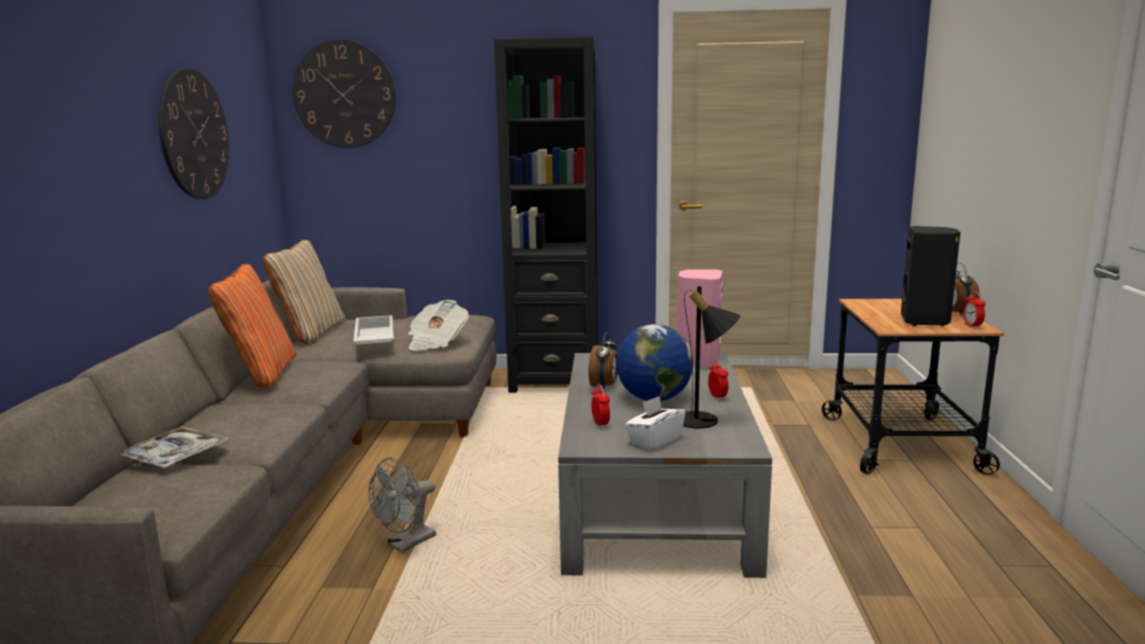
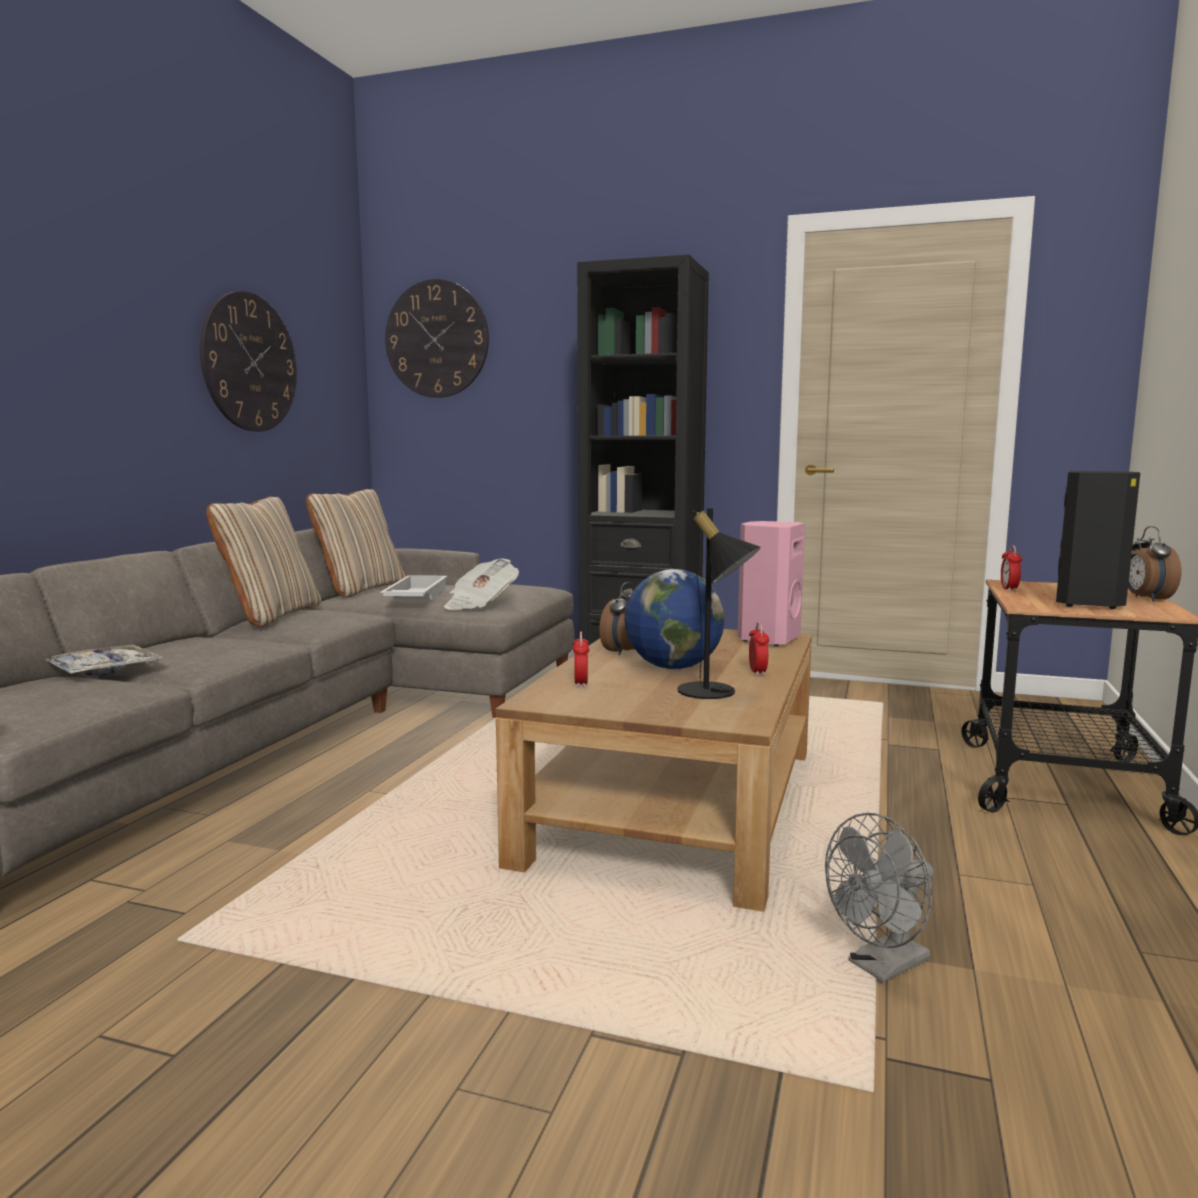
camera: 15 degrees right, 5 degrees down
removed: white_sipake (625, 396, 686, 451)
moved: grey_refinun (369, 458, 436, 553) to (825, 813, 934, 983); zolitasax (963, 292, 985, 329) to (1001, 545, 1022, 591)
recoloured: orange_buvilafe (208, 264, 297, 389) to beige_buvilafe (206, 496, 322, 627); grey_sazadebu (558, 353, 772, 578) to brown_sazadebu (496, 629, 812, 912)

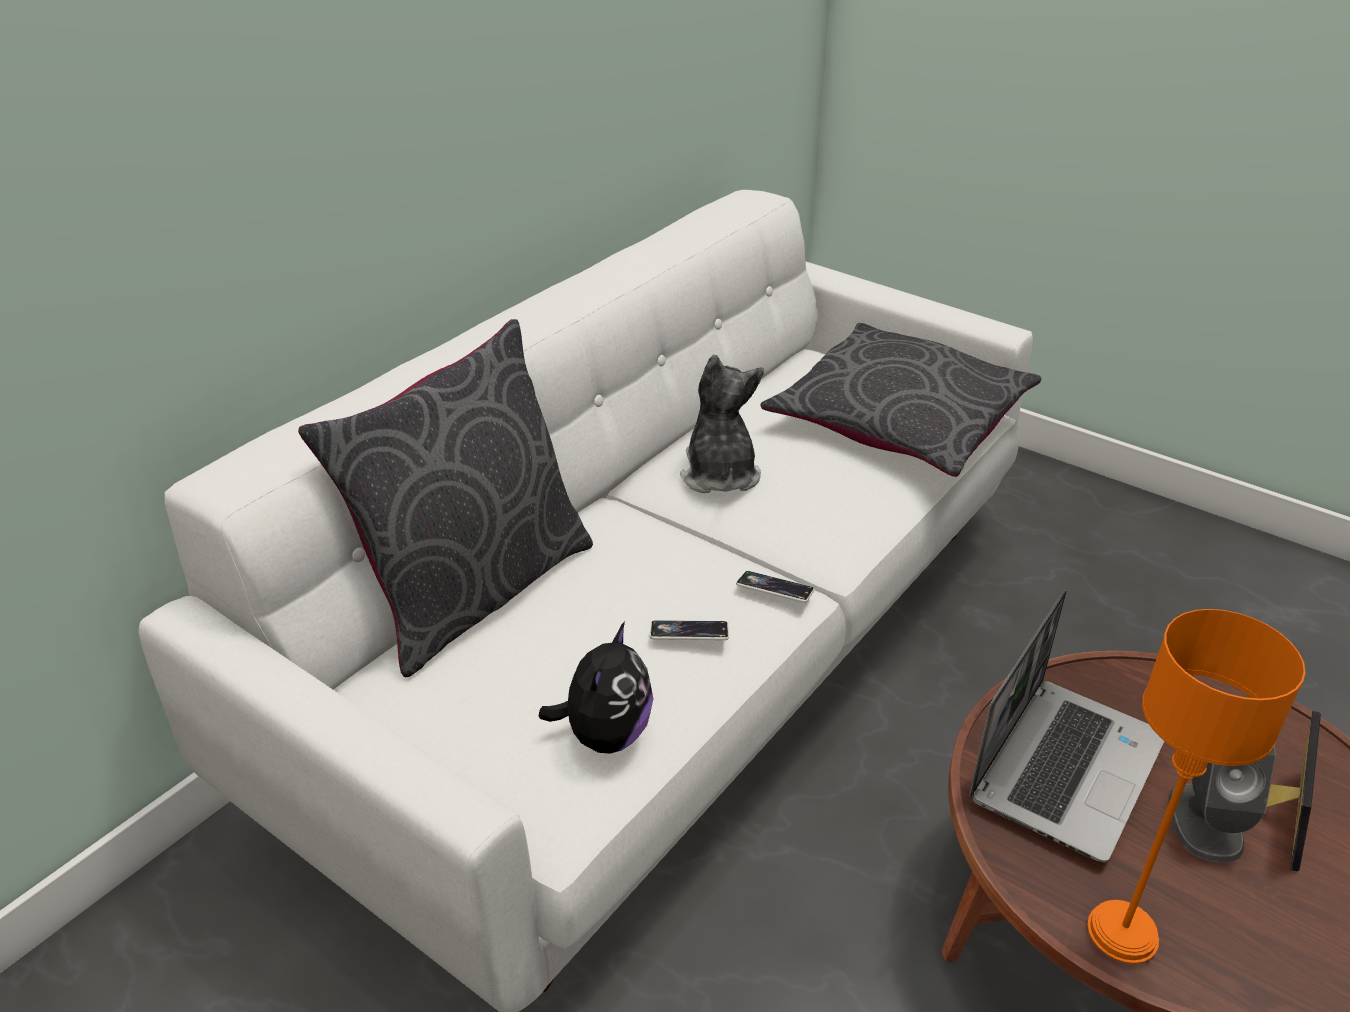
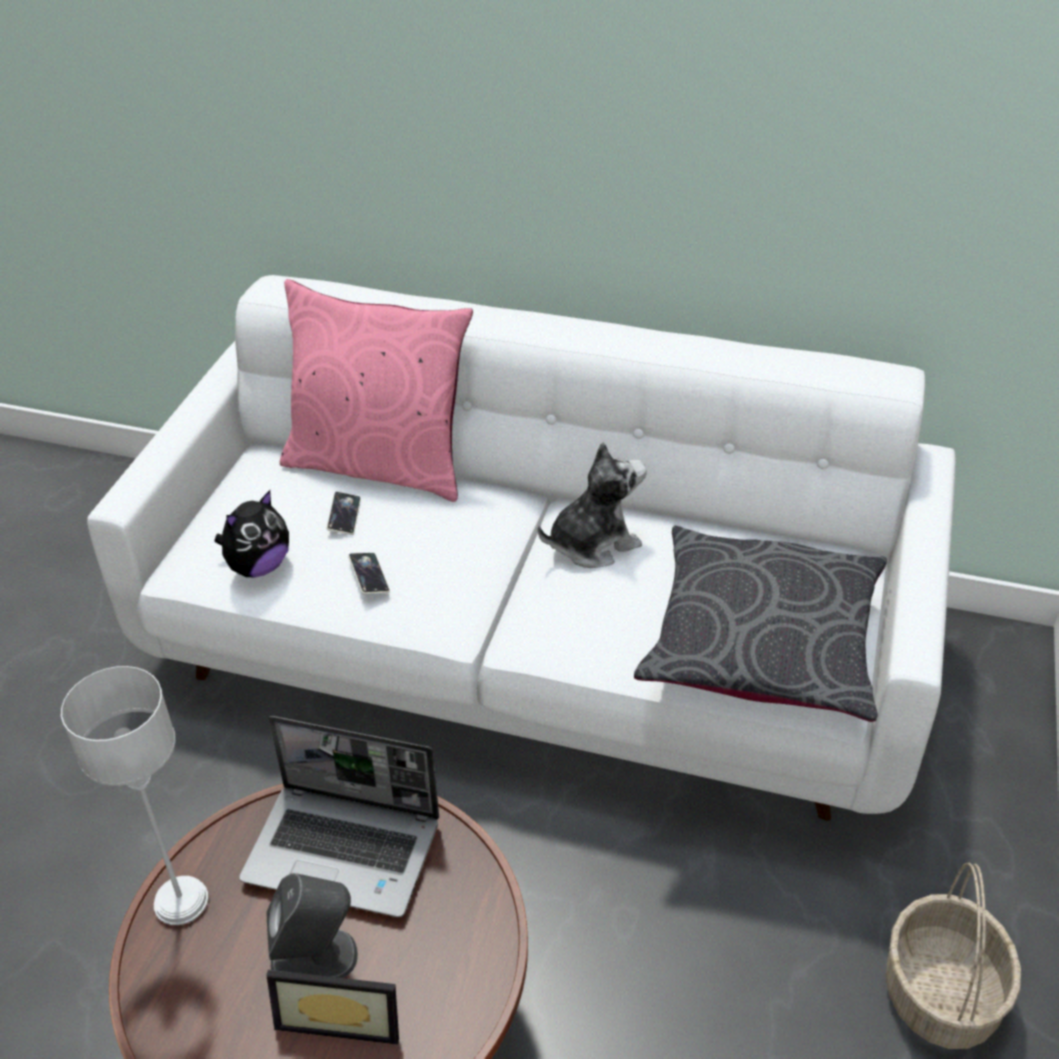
camera: 70 degrees right, 5 degrees up
added: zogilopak (886, 862, 1021, 1049)
moved: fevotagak (736, 571, 815, 603) to (327, 492, 361, 535)
recoloured: grey_buvilafe (298, 319, 593, 677) to pink_buvilafe (280, 279, 473, 502); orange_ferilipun (1087, 609, 1306, 964) to grey_ferilipun (61, 666, 208, 925)
turned: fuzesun (539, 621, 653, 754) = (214, 490, 289, 577) 45 degrees counterclockwise

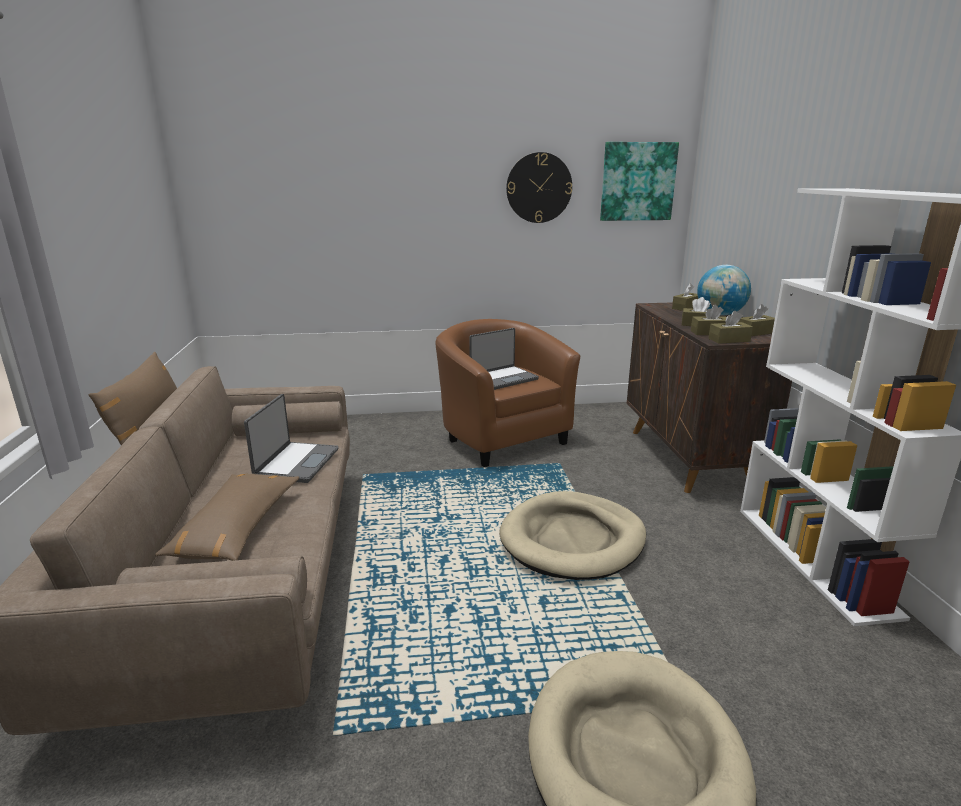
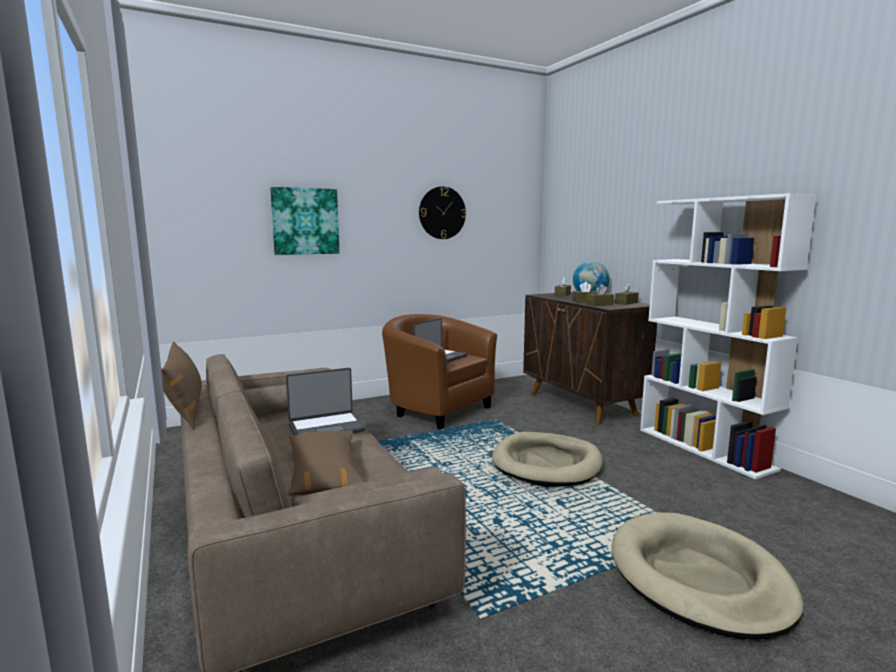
camera: 20 degrees left, 10 degrees down
removed: brown_sipake (708, 311, 753, 344)
moved: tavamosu (600, 142, 679, 221) to (270, 187, 340, 255)
turned: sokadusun (244, 394, 339, 483) = (286, 368, 366, 436) 75 degrees clockwise

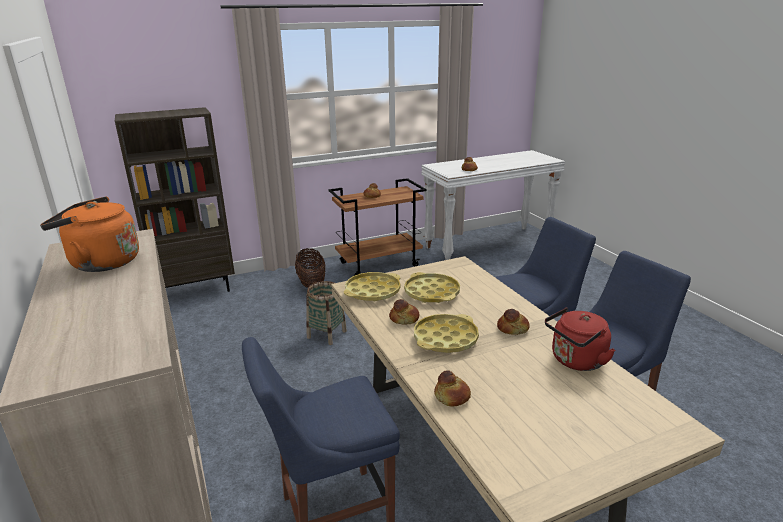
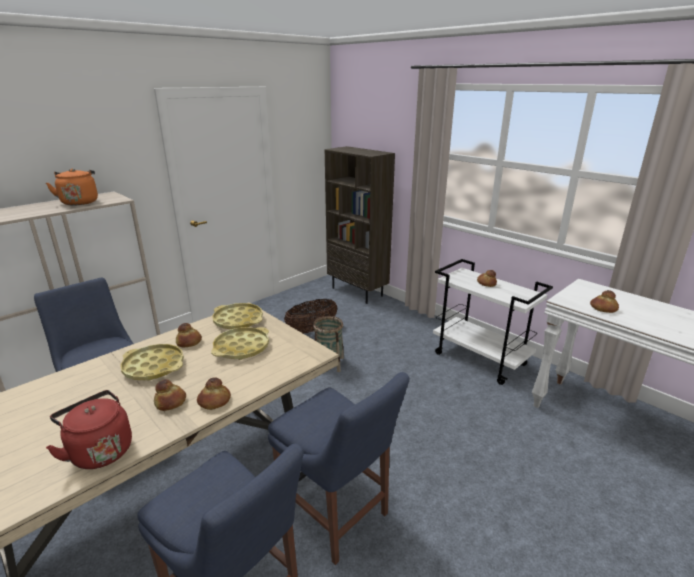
camera: 70 degrees right, 0 degrees up
moved: zogilopak (295, 248, 325, 288) to (284, 299, 337, 333); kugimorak (434, 370, 471, 407) to (197, 377, 231, 410)
recoloured: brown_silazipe (329, 178, 427, 276) to white_silazipe (433, 259, 553, 385)

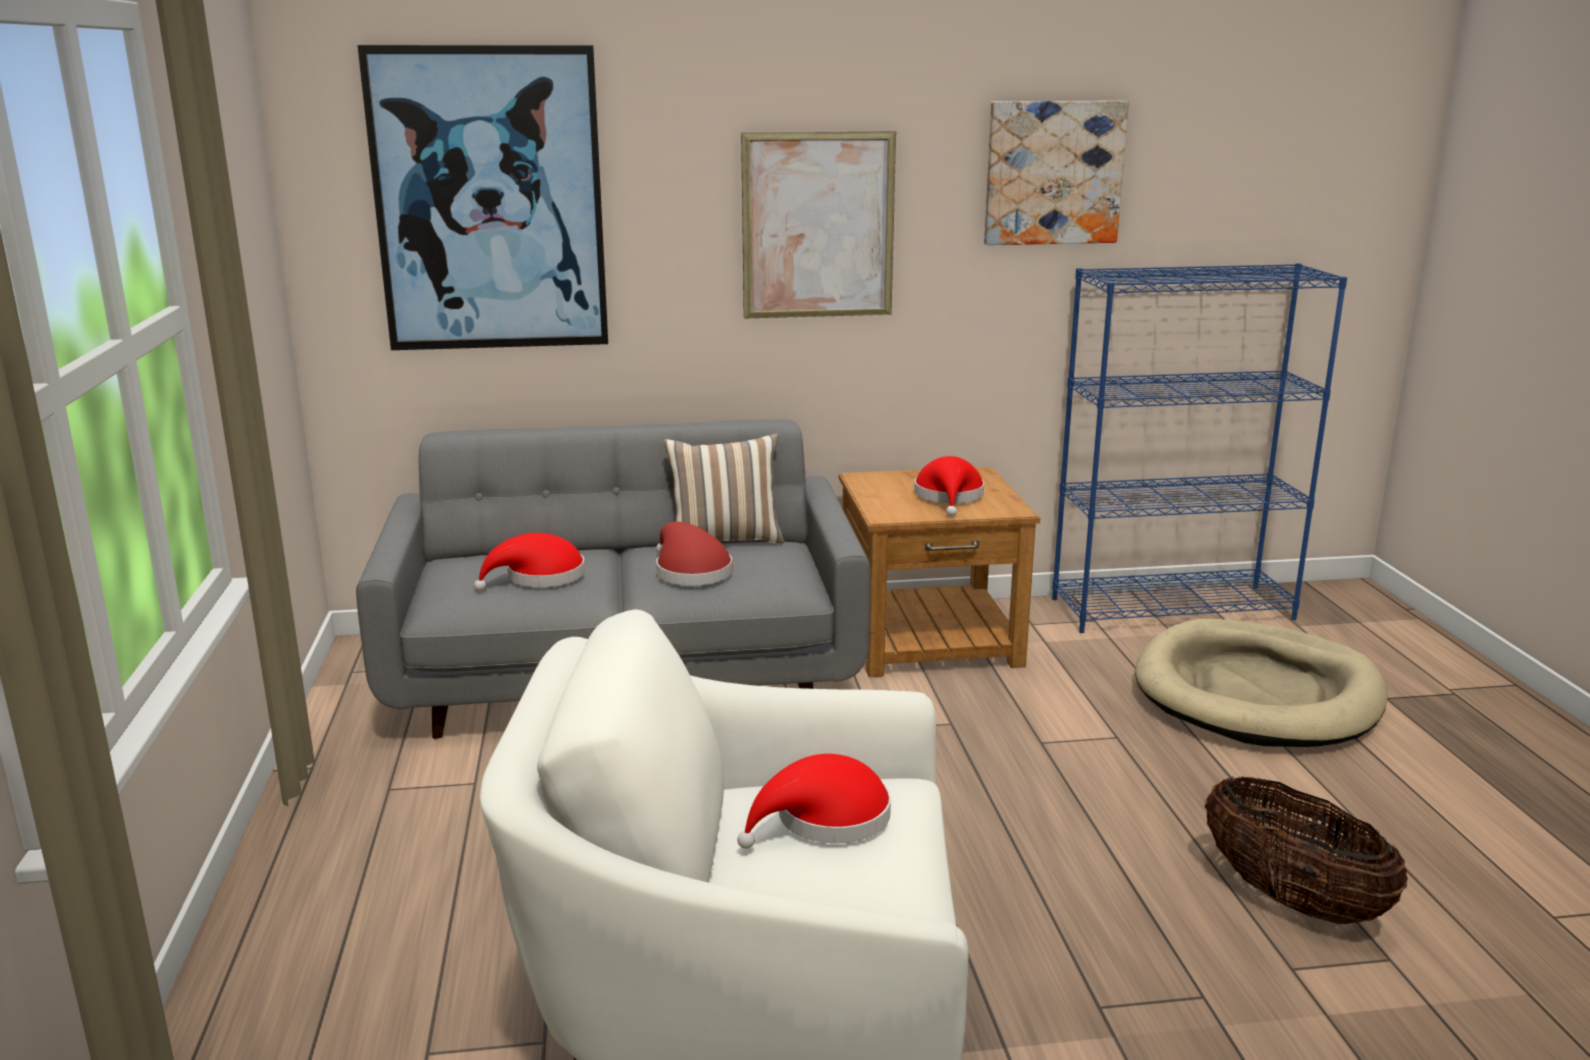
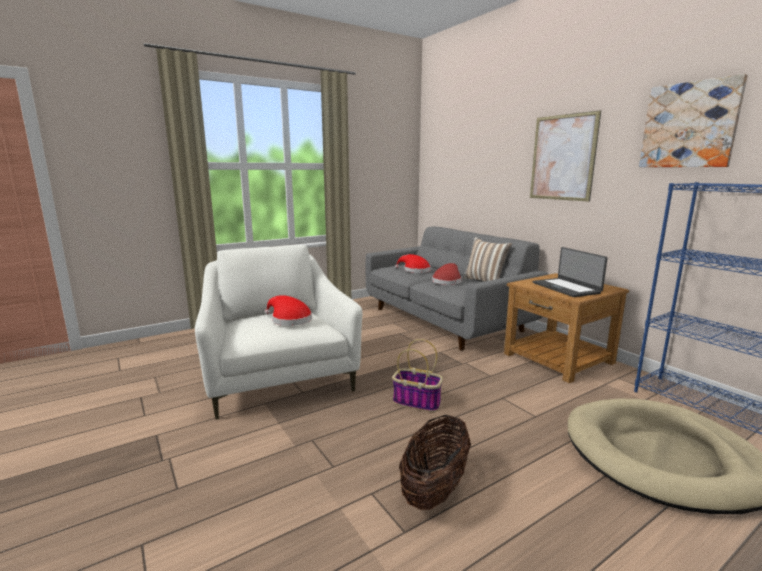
camera: 65 degrees right, 5 degrees down
removed: tavamosu (358, 45, 608, 350)
added: zogilopak (392, 339, 443, 412)
replaced: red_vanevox (914, 456, 984, 517) to sokadusun (533, 247, 608, 297)

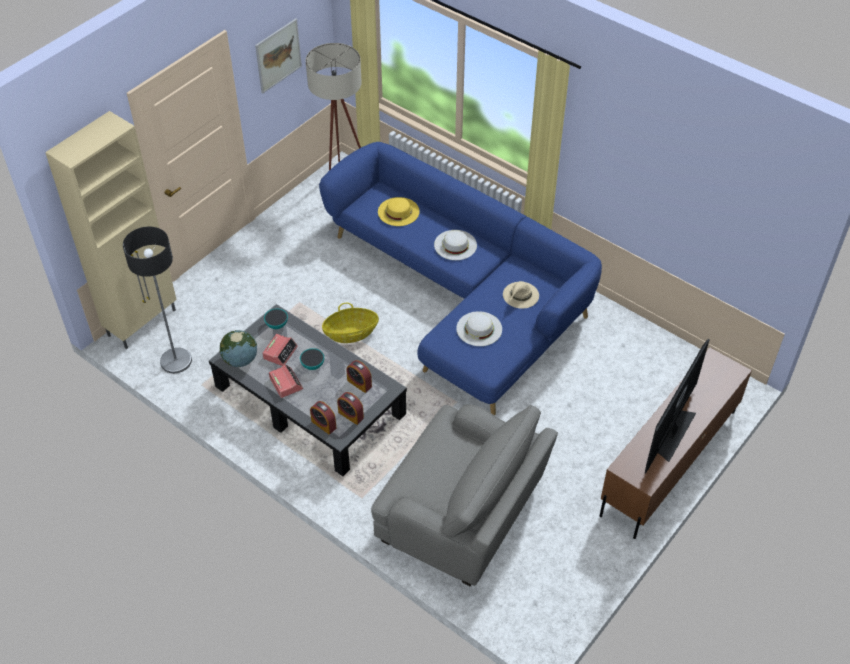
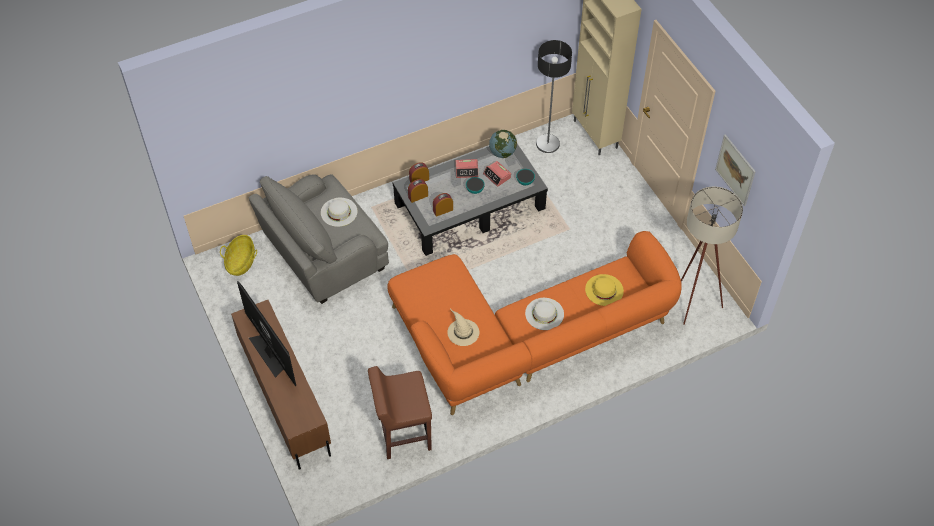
camera: 115 degrees right, 5 degrees up
added: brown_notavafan (368, 366, 432, 459)
moved: zogilopak (322, 303, 379, 343) to (220, 235, 257, 276); white_vanevox (456, 311, 502, 346) to (321, 198, 358, 227)
recoloured: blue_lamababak (319, 142, 602, 415) to orange_lamababak (387, 231, 682, 415)

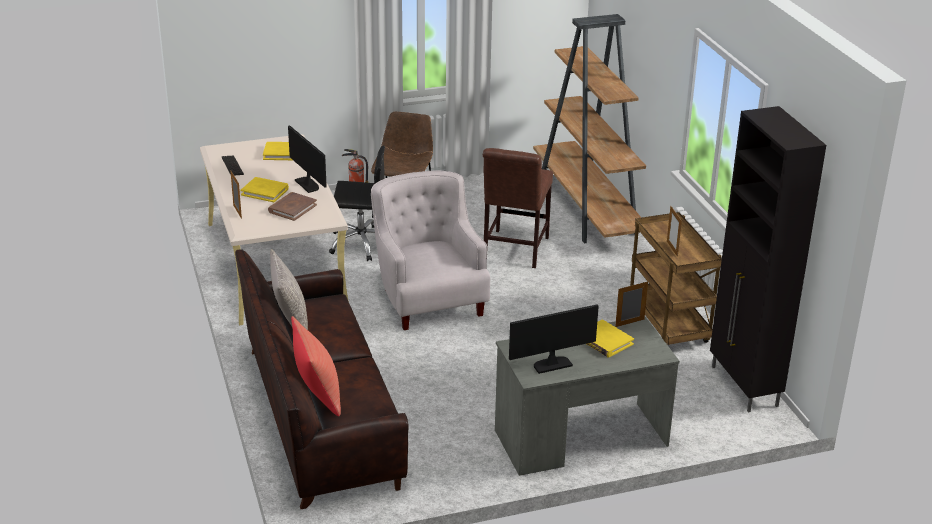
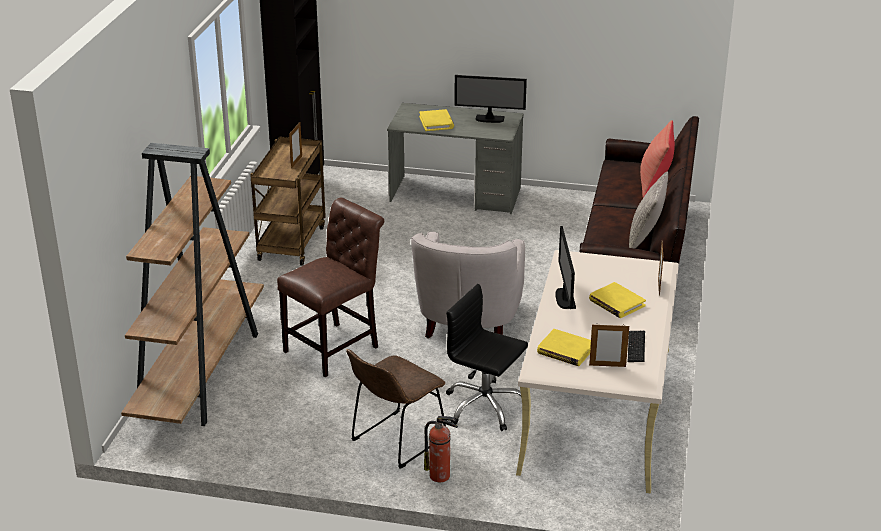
camera: 150 degrees left, 0 degrees up
removed: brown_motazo (268, 192, 317, 221)
moved: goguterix (615, 281, 648, 327) to (589, 324, 629, 367)

